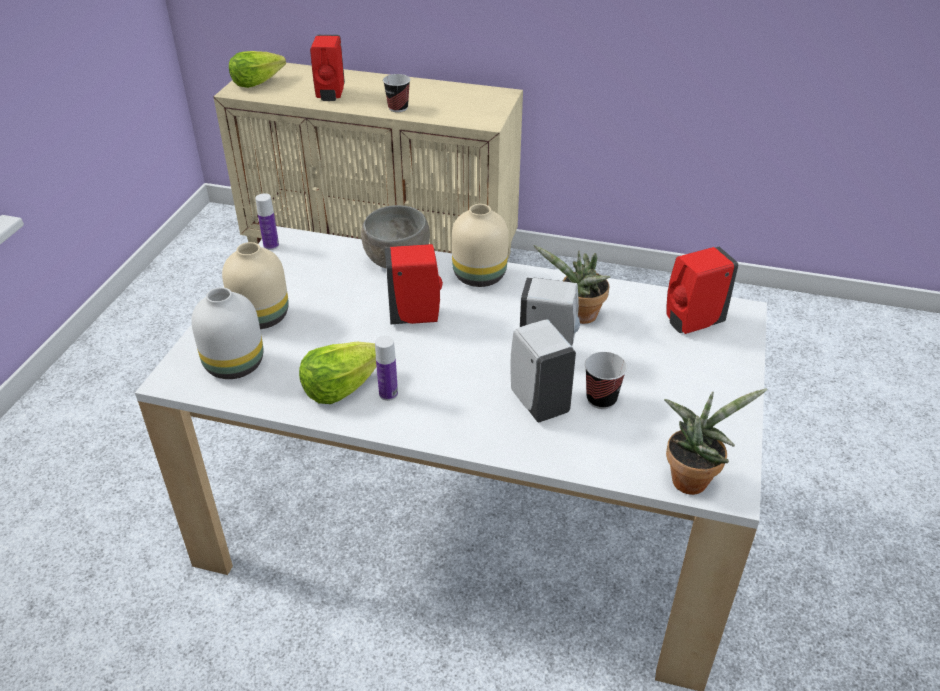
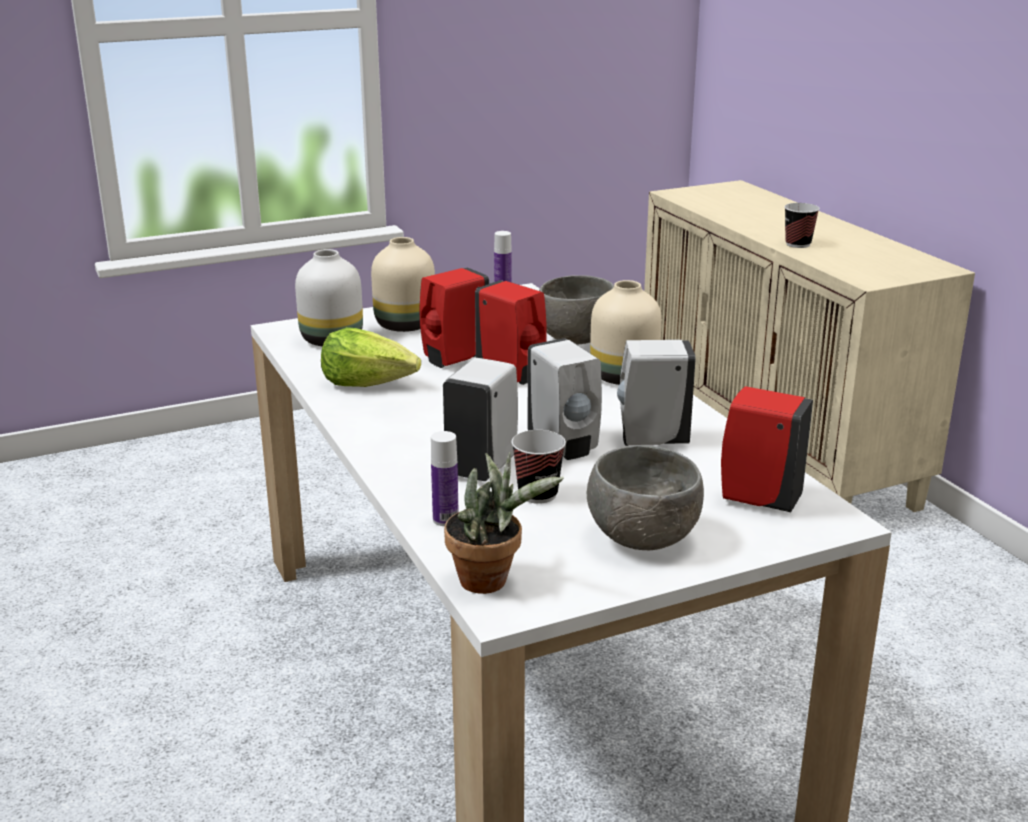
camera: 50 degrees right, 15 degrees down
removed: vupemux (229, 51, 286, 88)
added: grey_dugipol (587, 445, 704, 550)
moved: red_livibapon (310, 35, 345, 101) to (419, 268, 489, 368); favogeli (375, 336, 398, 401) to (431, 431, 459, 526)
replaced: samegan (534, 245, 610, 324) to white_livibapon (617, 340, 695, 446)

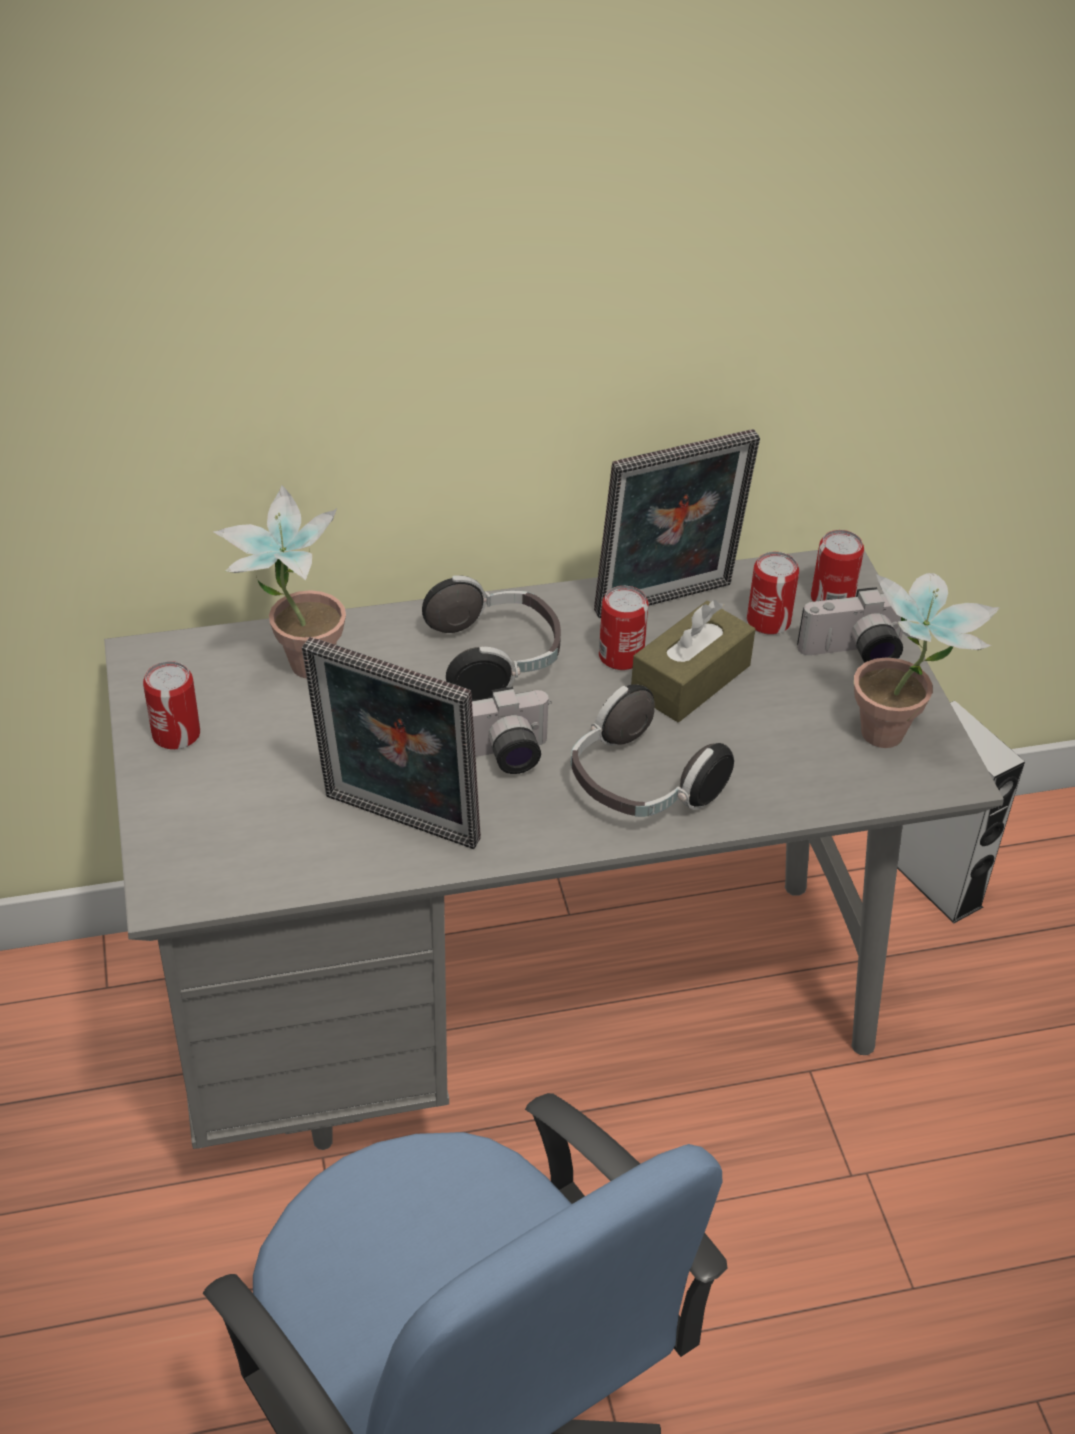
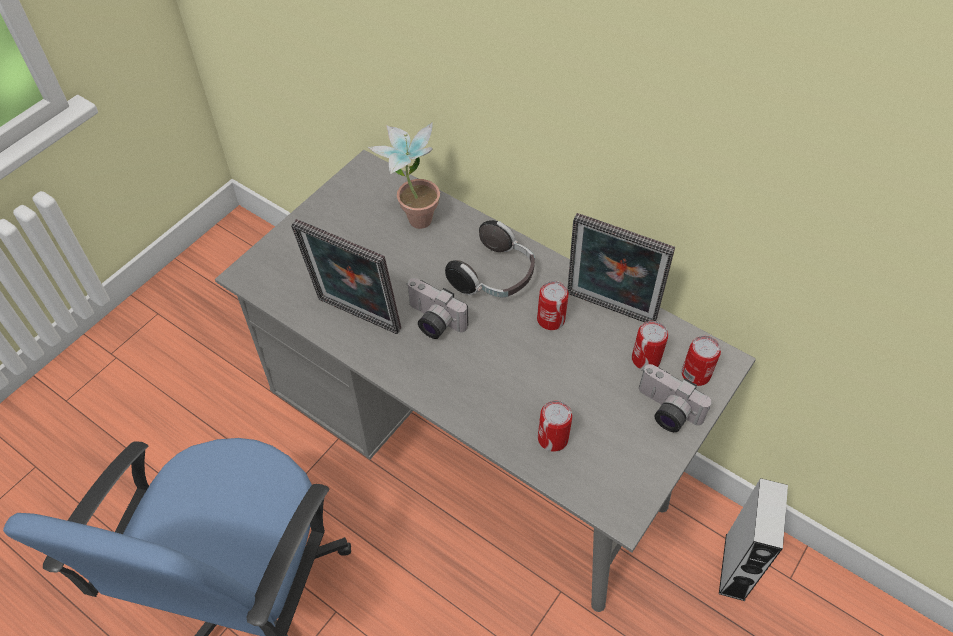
camera: 50 degrees right, 10 degrees up
removed: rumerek (571, 684, 734, 817); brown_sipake (631, 600, 755, 722); samegan (854, 573, 1000, 748)
moved: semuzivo (143, 661, 200, 750) to (538, 401, 573, 452)
turned: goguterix (302, 637, 481, 849) = (291, 219, 401, 334) 45 degrees counterclockwise

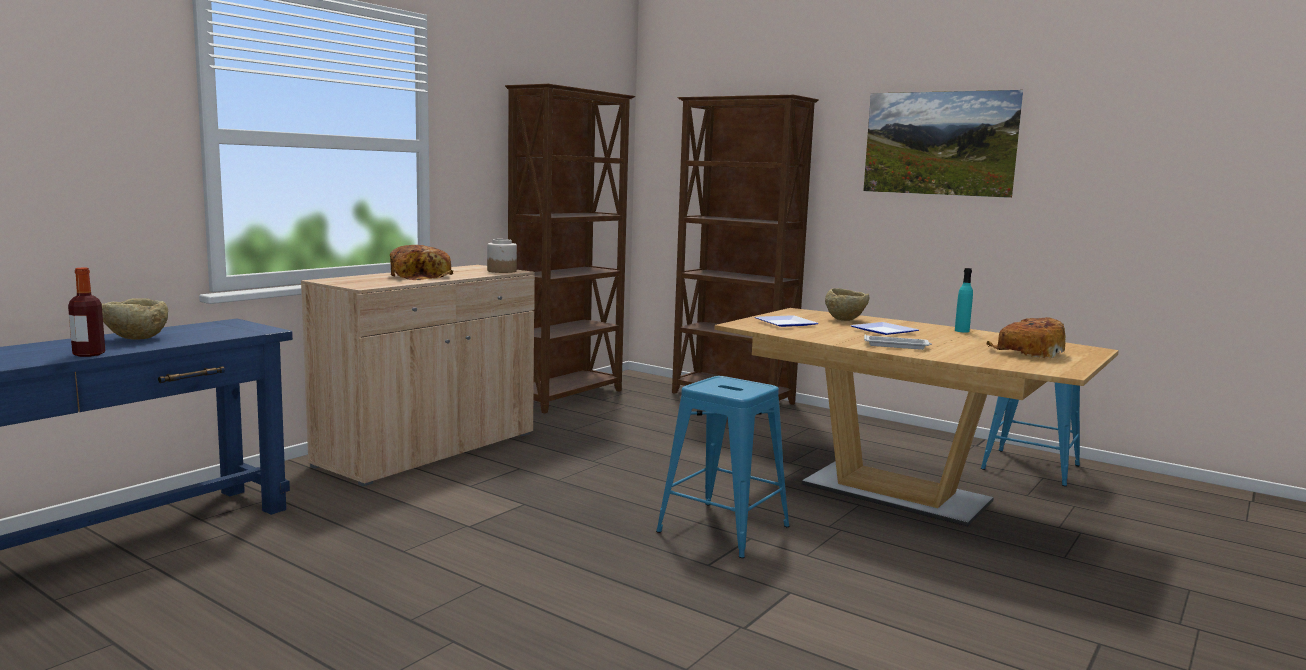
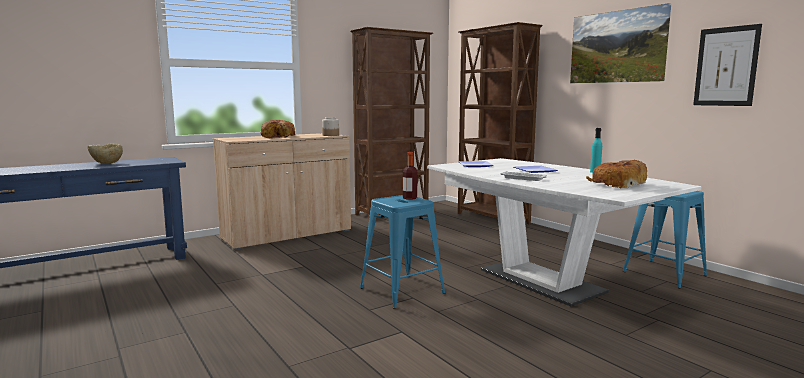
camera: 20 degrees right, 0 degrees up
removed: beige_dugipol (825, 288, 870, 321)
added: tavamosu (693, 24, 762, 106)
moved: favogeli (68, 268, 105, 357) to (403, 152, 417, 200)
recoloured: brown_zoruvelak (714, 308, 1119, 526) to white_zoruvelak (427, 158, 702, 306)

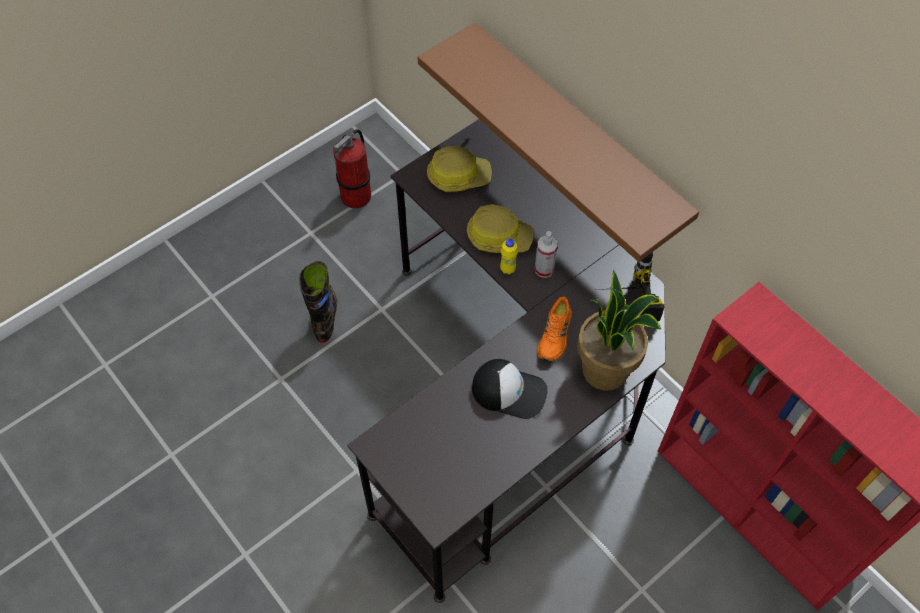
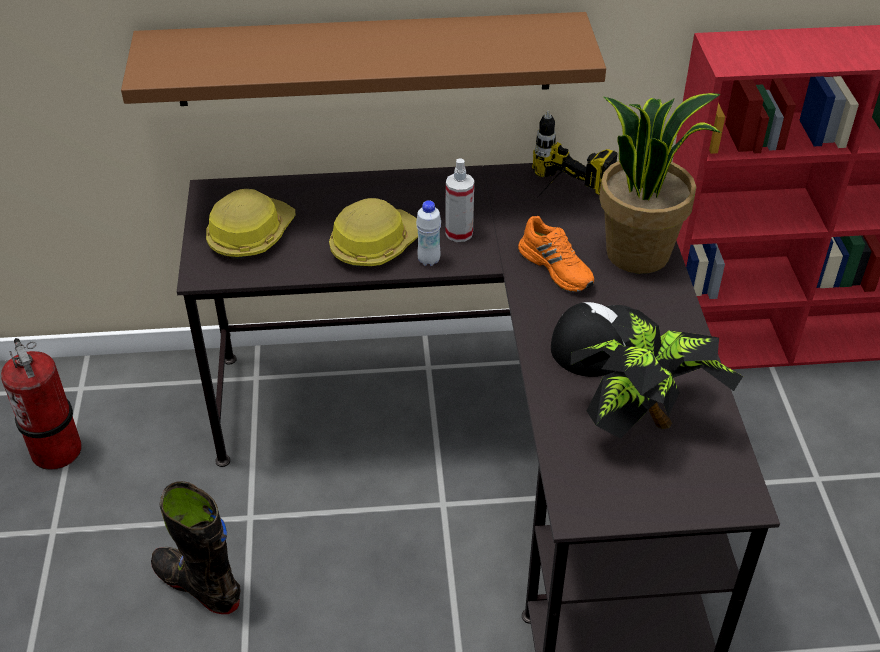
camera: 55 degrees left, 15 degrees down
added: samegan (570, 308, 743, 439)
recoloured: yellow_favogeli (500, 238, 518, 275) to white_favogeli (416, 200, 441, 266)

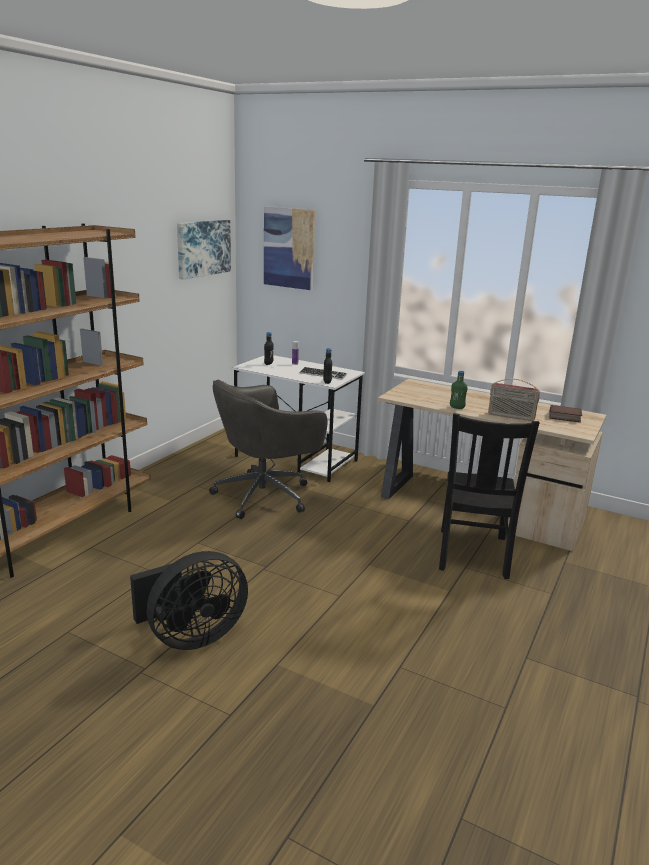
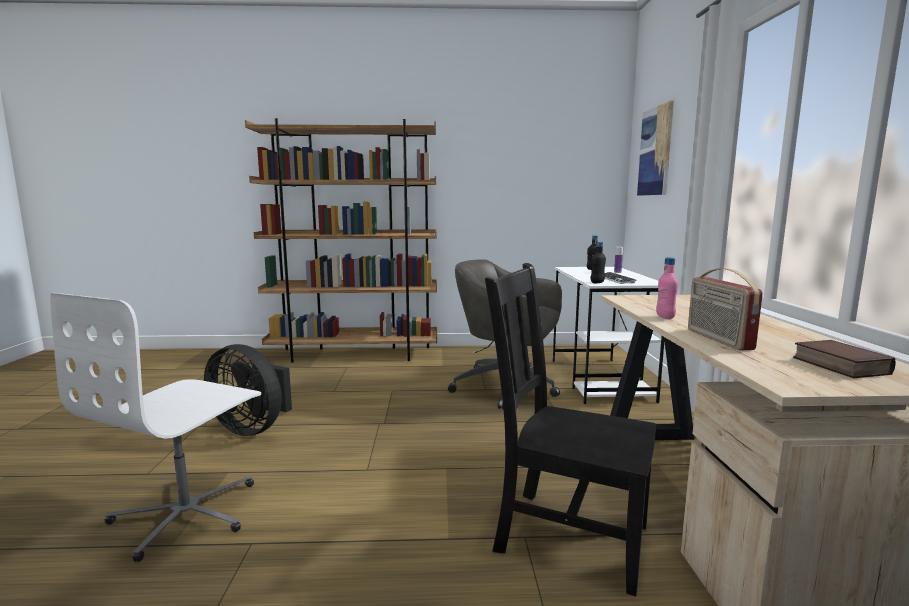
camera: 60 degrees right, 10 degrees down
removed: tavamosu (177, 220, 231, 280)
added: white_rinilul (50, 293, 261, 562)
recoloured: green_favogeli (450, 371, 468, 409) to pink_favogeli (656, 257, 678, 319)
turned: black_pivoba (439, 413, 540, 579) = (485, 263, 656, 596) 45 degrees clockwise

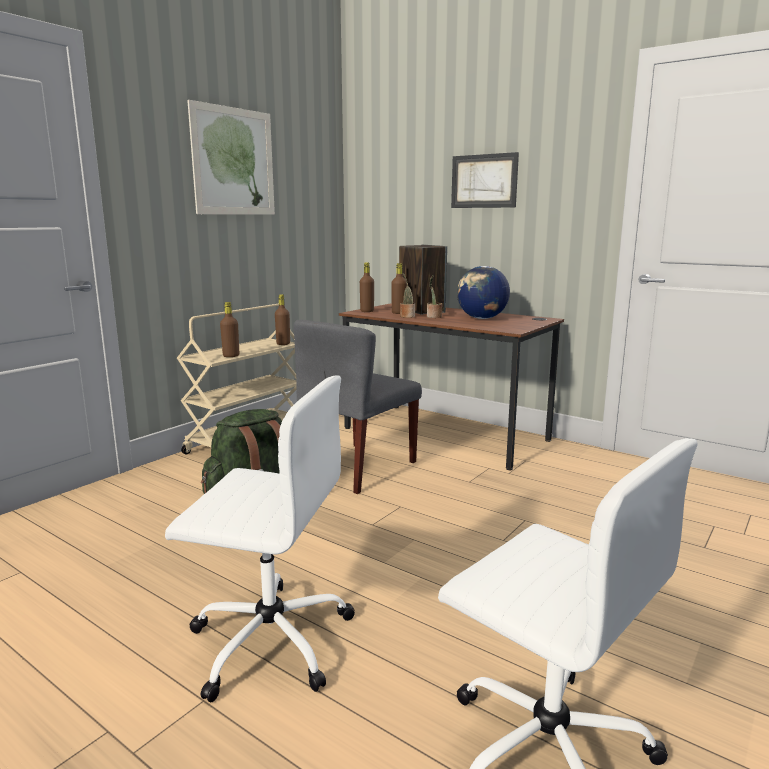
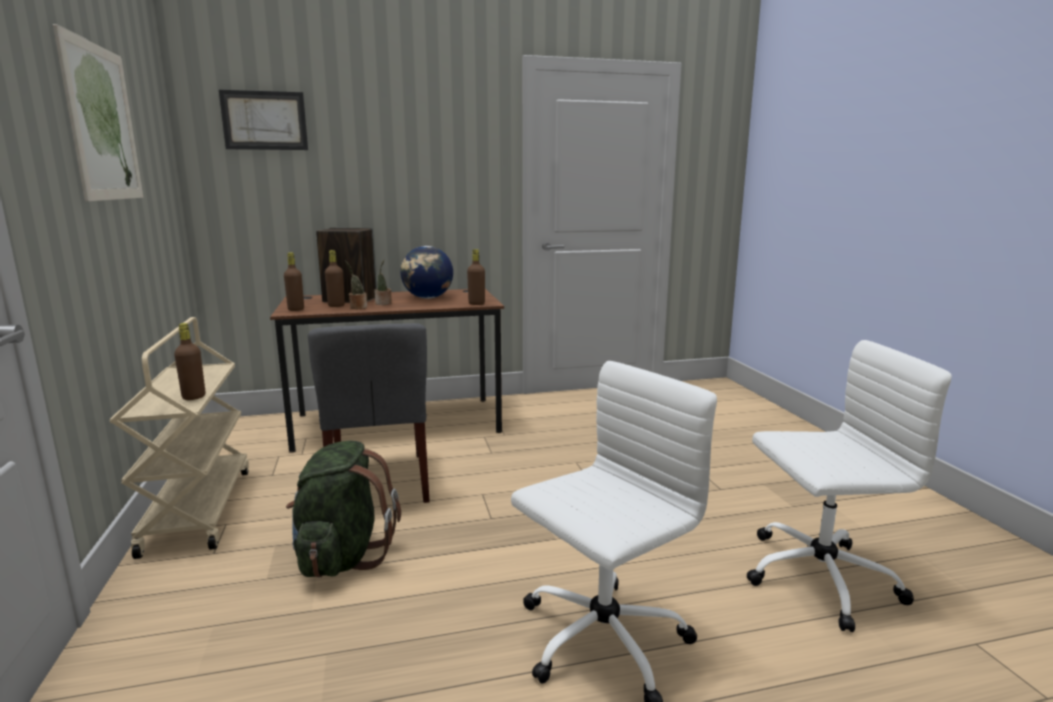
camera: 50 degrees left, 0 degrees up
moved: brown_favogeli (275, 294, 290, 345) to (467, 249, 485, 305); tavamosu (451, 152, 519, 208) to (219, 90, 308, 150)

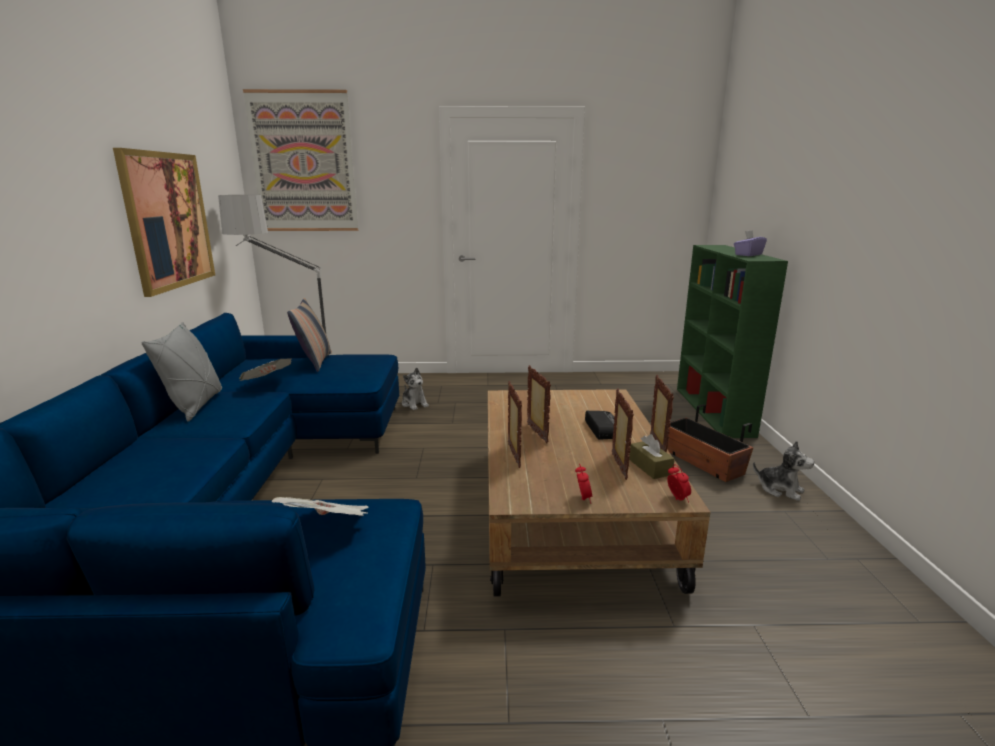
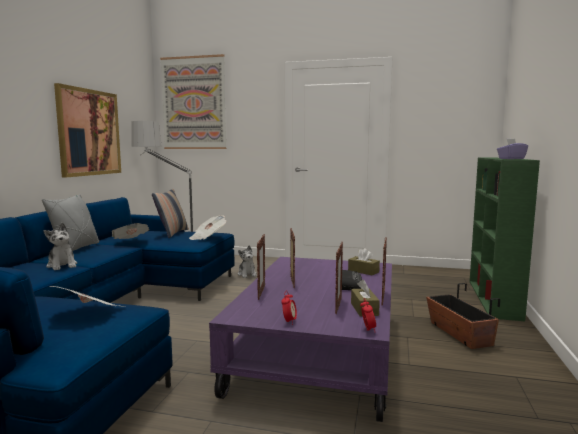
camera: 15 degrees right, 10 degrees down
added: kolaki (189, 215, 227, 240); brown_sipake (348, 248, 380, 275)
moved: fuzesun (753, 441, 814, 501) to (44, 222, 77, 270)
recoloured: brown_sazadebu (488, 389, 711, 597) to purple_sazadebu (209, 257, 392, 422)

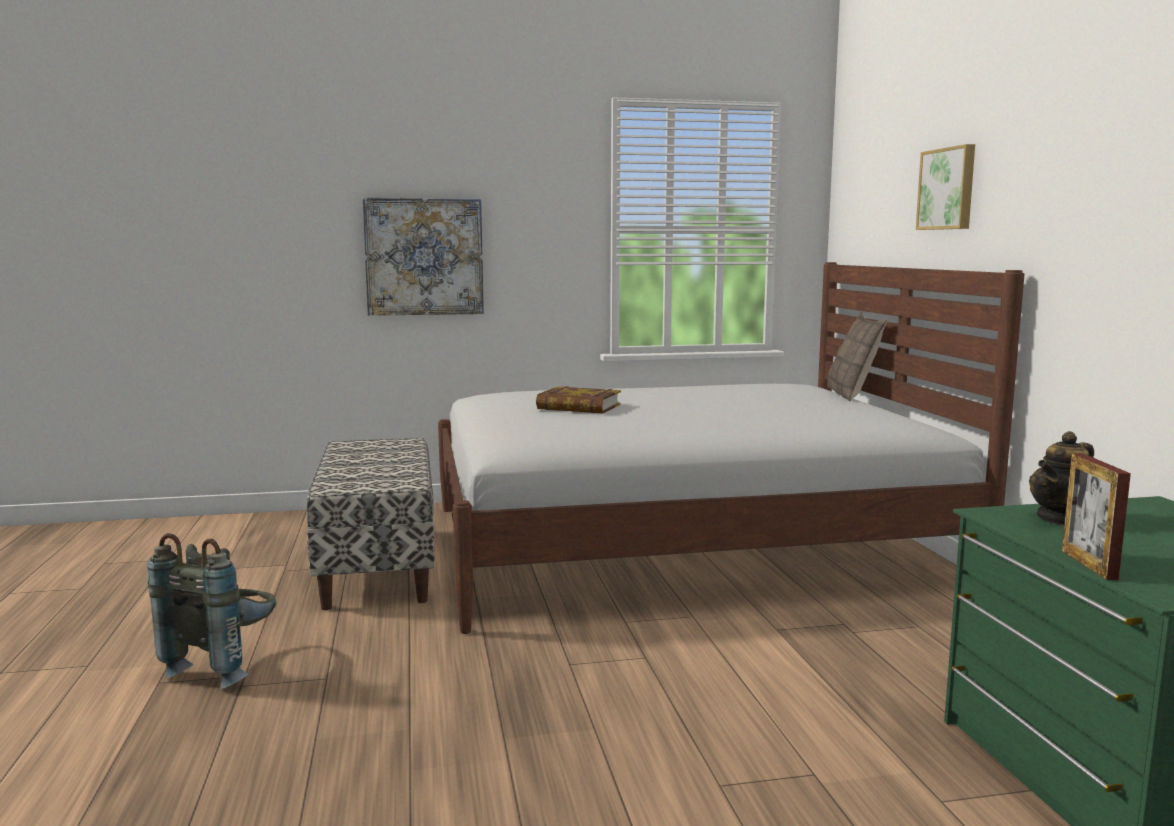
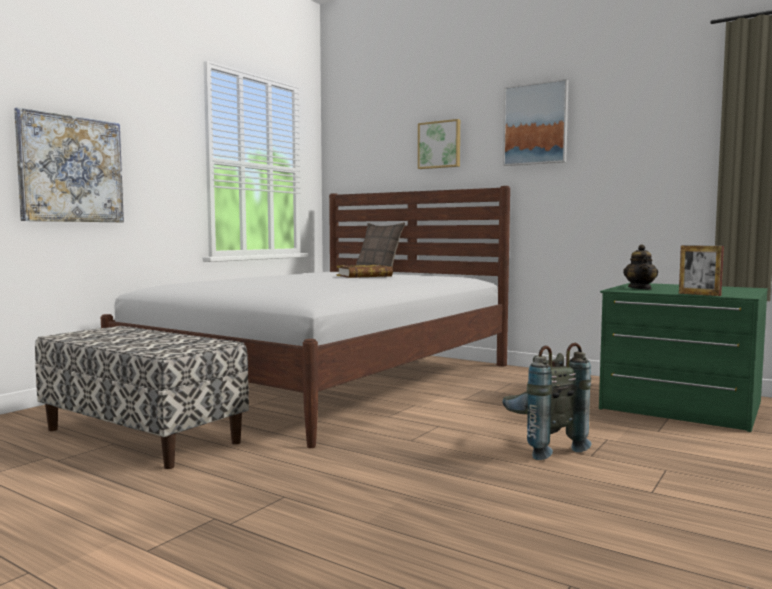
camera: 45 degrees left, 5 degrees down
added: tavamosu (503, 79, 568, 166)
moved: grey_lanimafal (147, 533, 277, 689) to (502, 343, 591, 460); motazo (536, 386, 621, 413) to (336, 265, 393, 278)

